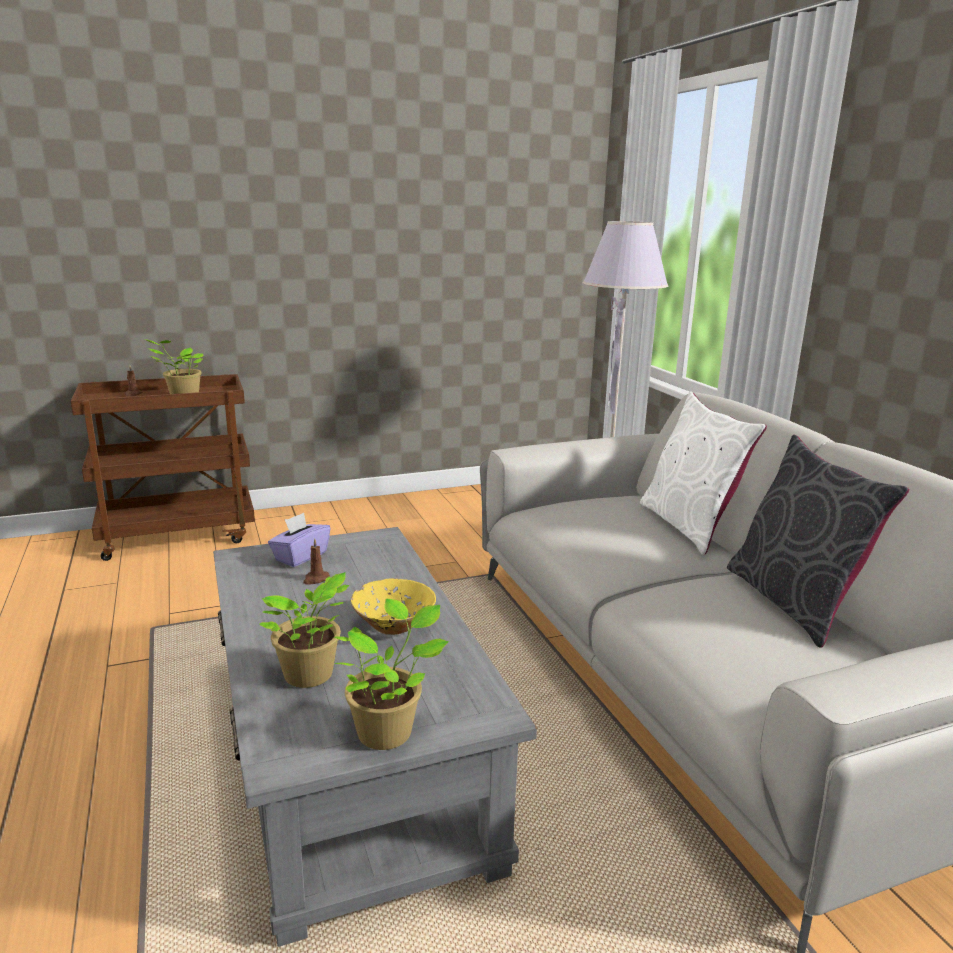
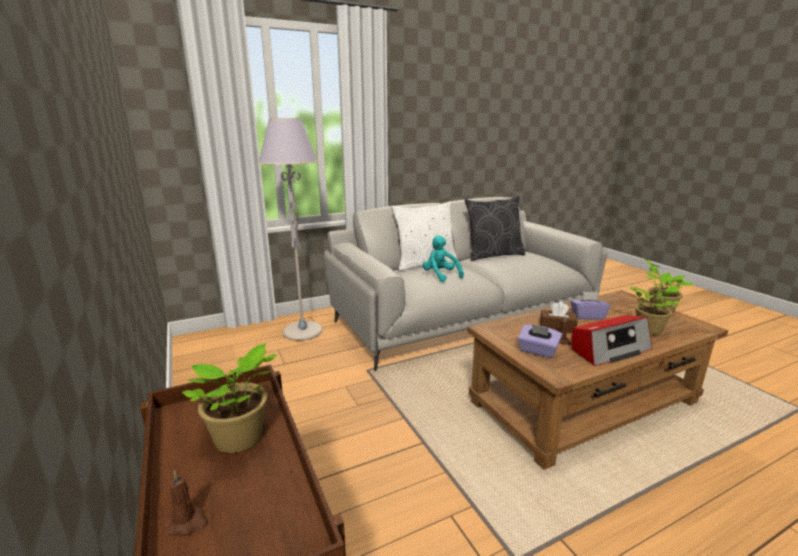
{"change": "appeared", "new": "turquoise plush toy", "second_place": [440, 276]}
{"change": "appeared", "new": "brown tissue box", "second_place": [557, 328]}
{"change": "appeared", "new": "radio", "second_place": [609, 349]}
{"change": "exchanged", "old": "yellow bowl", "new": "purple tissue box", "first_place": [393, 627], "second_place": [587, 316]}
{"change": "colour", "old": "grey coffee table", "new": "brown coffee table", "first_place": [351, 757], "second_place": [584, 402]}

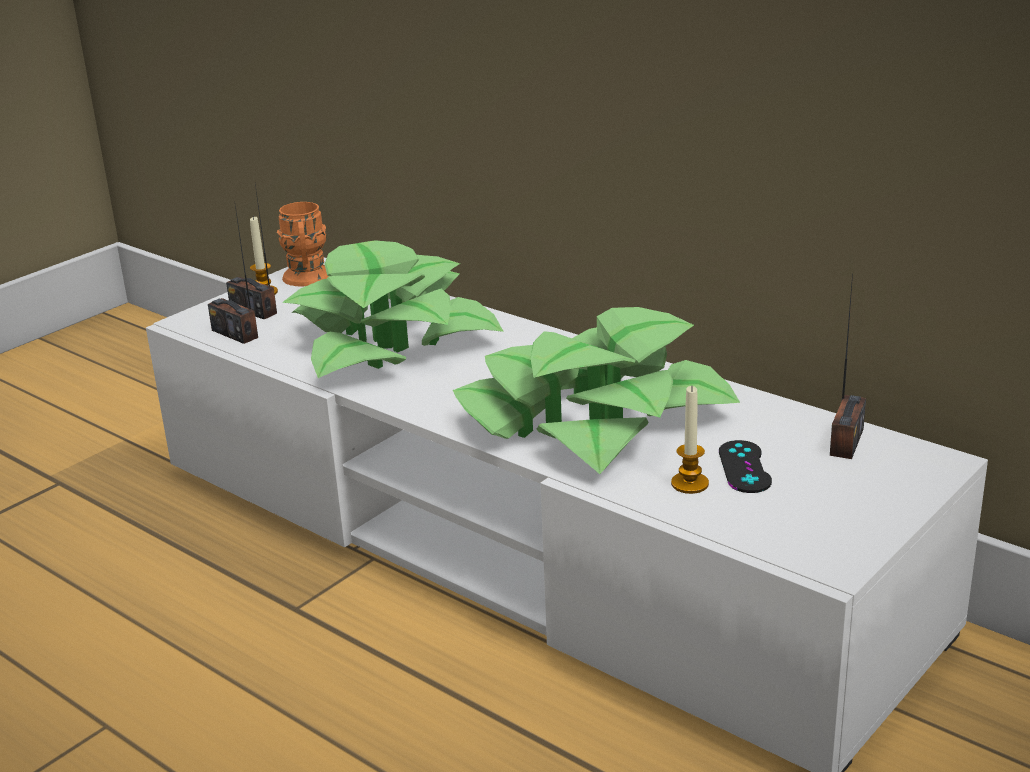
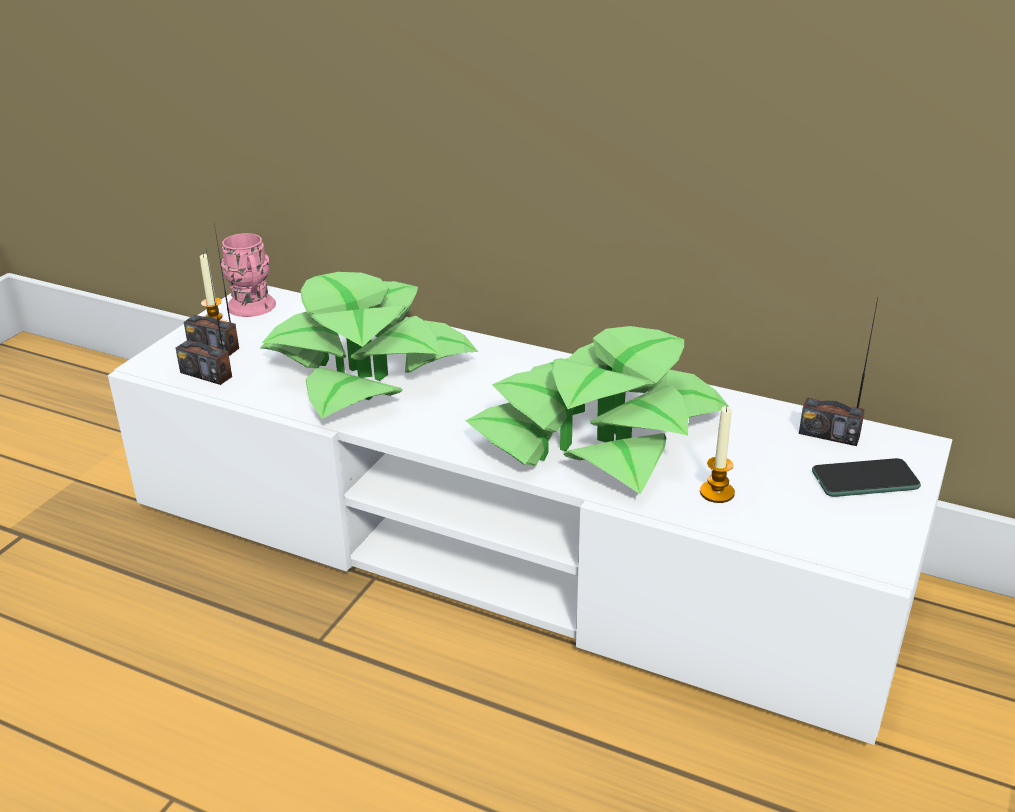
{"change": "missing", "old": "black game controller", "first_place": [744, 467]}
{"change": "appeared", "new": "phone", "second_place": [865, 480]}
{"change": "colour", "old": "orange mug", "new": "pink mug", "first_place": [307, 280], "second_place": [253, 309]}
{"change": "spun", "old": "radio", "first_place": [846, 442], "second_place": [829, 434], "degrees": 105}

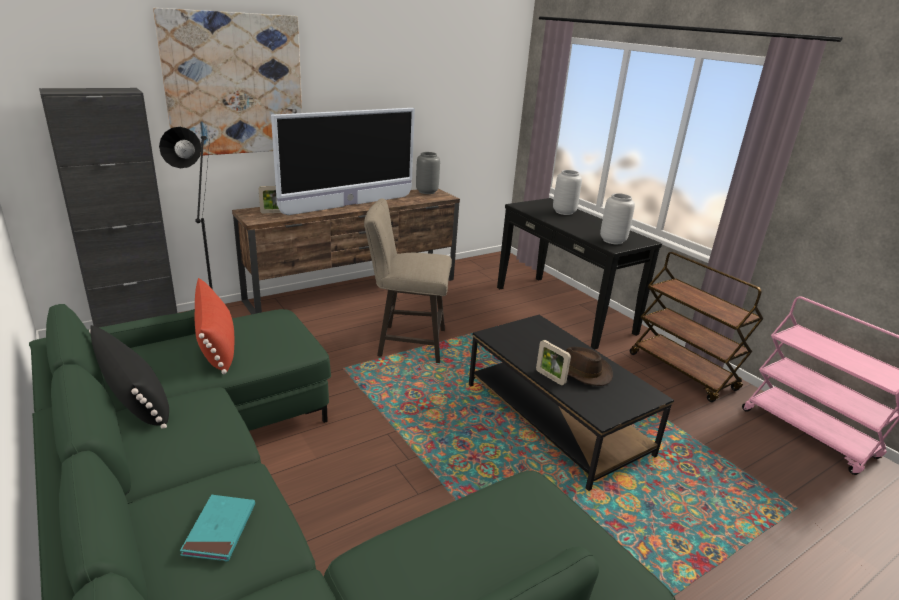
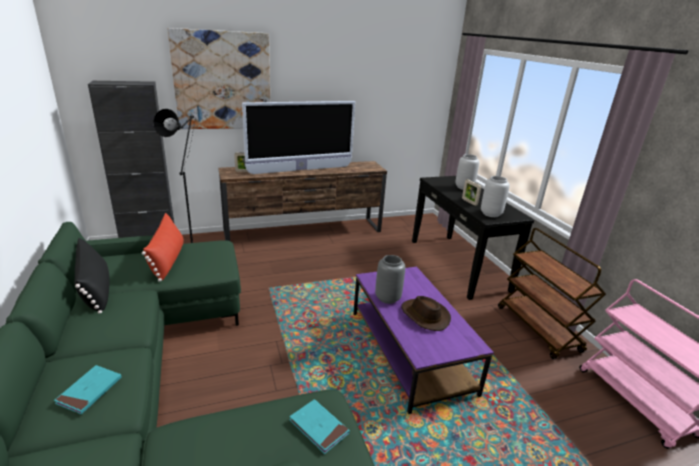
{"change": "missing", "old": "beige stool", "first_place": [406, 342]}
{"change": "appeared", "new": "turquoise book", "second_place": [319, 427]}
{"change": "relocated", "old": "grey vase", "first_place": [427, 192], "second_place": [388, 298]}
{"change": "relocated", "old": "picture frame", "first_place": [550, 377], "second_place": [469, 202]}
{"change": "colour", "old": "black coffee table", "new": "purple coffee table", "first_place": [555, 419], "second_place": [409, 351]}

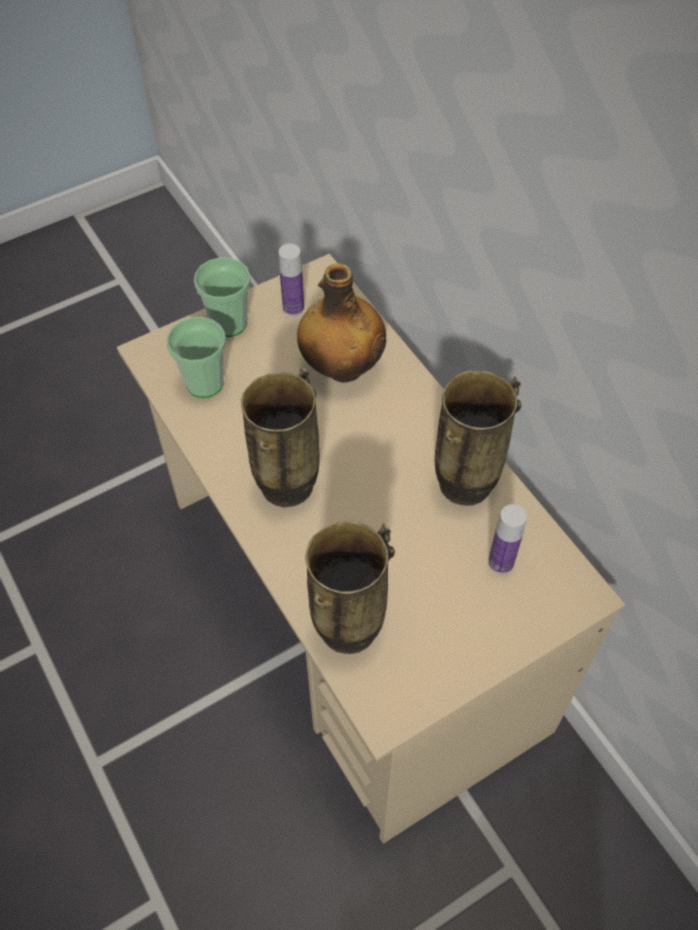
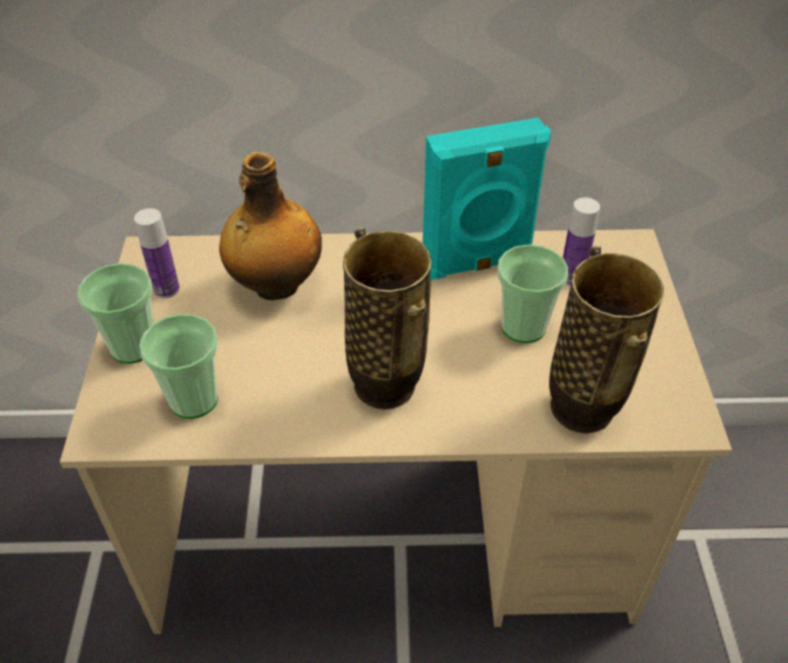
{"change": "appeared", "new": "cup", "second_place": [523, 327]}
{"change": "exchanged", "old": "vase", "new": "turquoise speaker", "first_place": [465, 485], "second_place": [477, 264]}

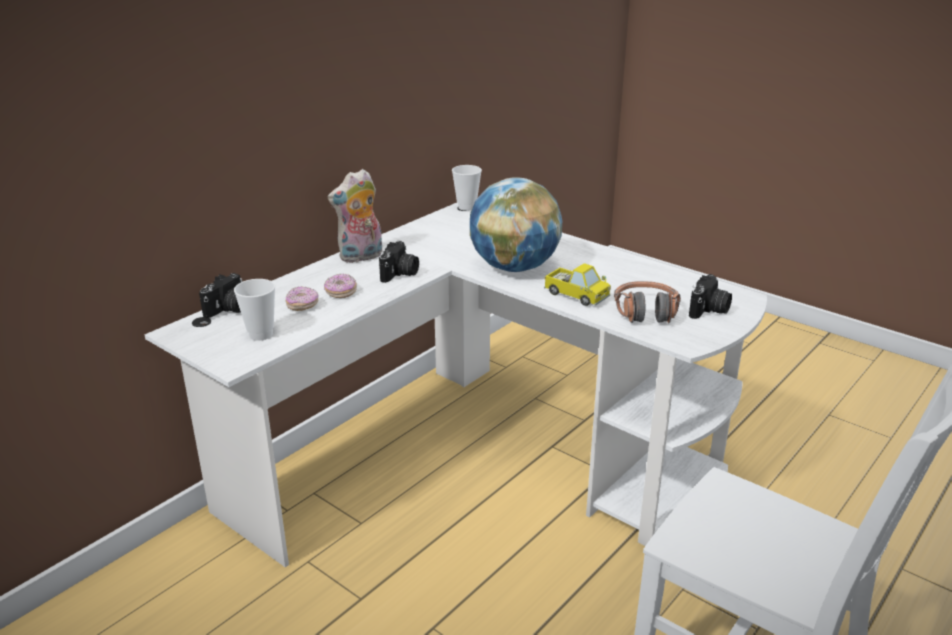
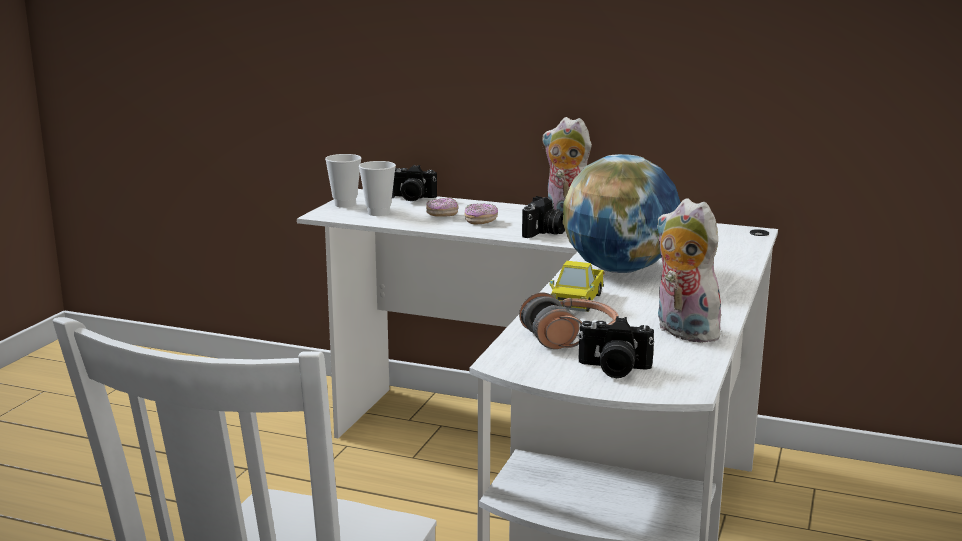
{"change": "appeared", "new": "plush toy", "second_place": [682, 332]}
{"change": "relocated", "old": "cup", "first_place": [466, 207], "second_place": [345, 204]}
{"change": "spun", "old": "photo camera", "first_place": [400, 274], "second_place": [545, 233], "degrees": -60}

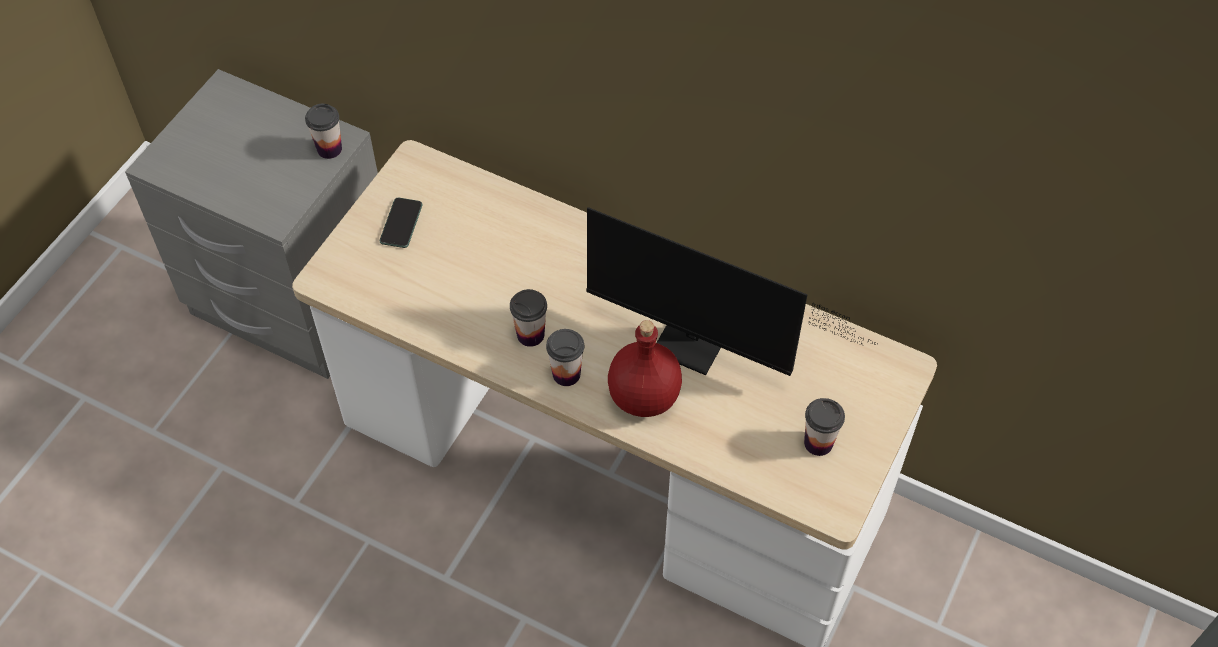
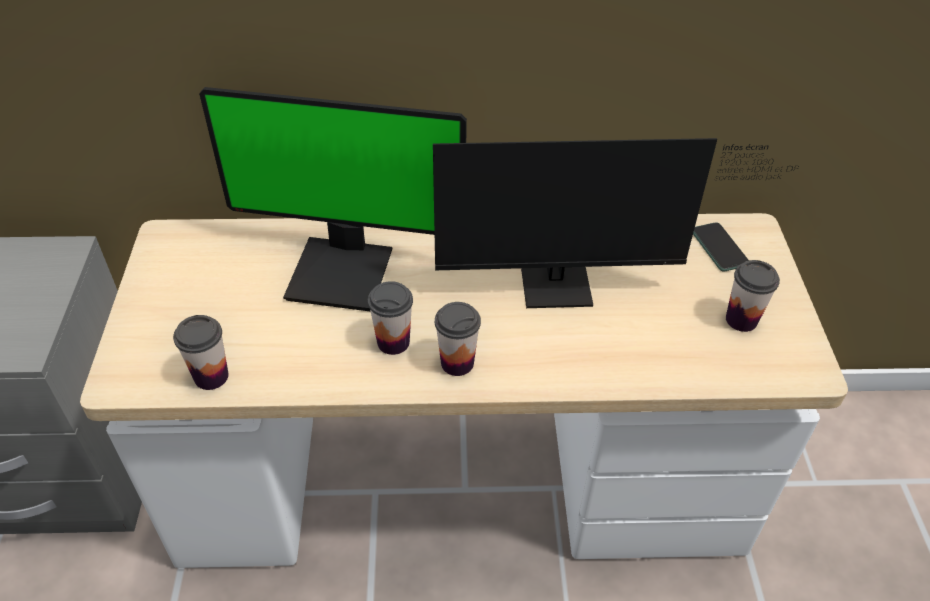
{"change": "missing", "old": "red bottle", "first_place": [644, 396]}
{"change": "appeared", "new": "monitor", "second_place": [343, 271]}
{"change": "relocated", "old": "cup", "first_place": [329, 149], "second_place": [211, 376]}
{"change": "relocated", "old": "phone", "first_place": [401, 223], "second_place": [719, 248]}

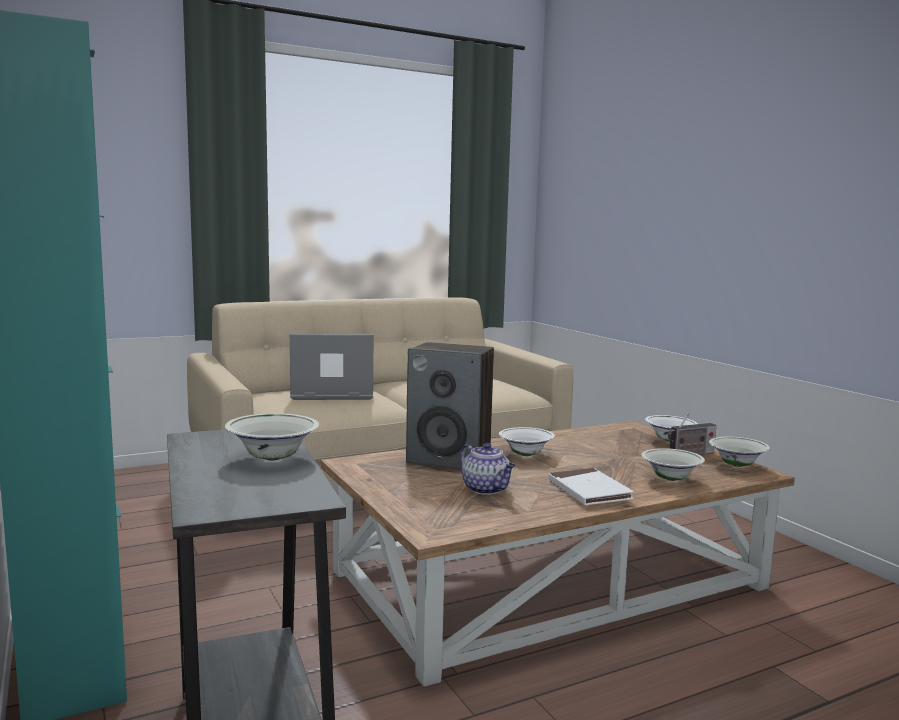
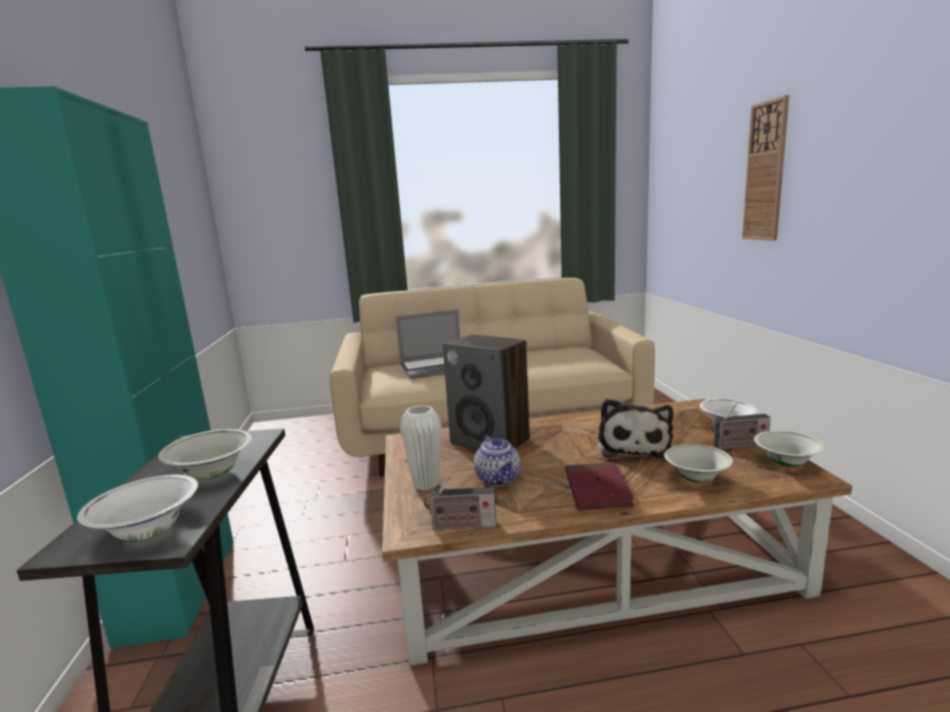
{"change": "appeared", "new": "white vase", "second_place": [426, 484]}
{"change": "appeared", "new": "radio", "second_place": [461, 526]}
{"change": "appeared", "new": "plush toy", "second_place": [633, 446]}
{"change": "appeared", "new": "wall clock", "second_place": [765, 172]}
{"change": "relocated", "old": "white bowl", "first_place": [525, 455], "second_place": [149, 534]}
{"change": "colour", "old": "white book", "new": "red book", "first_place": [589, 491], "second_place": [597, 490]}
{"change": "spun", "old": "laptop", "first_place": [331, 393], "second_place": [437, 367], "degrees": 150}

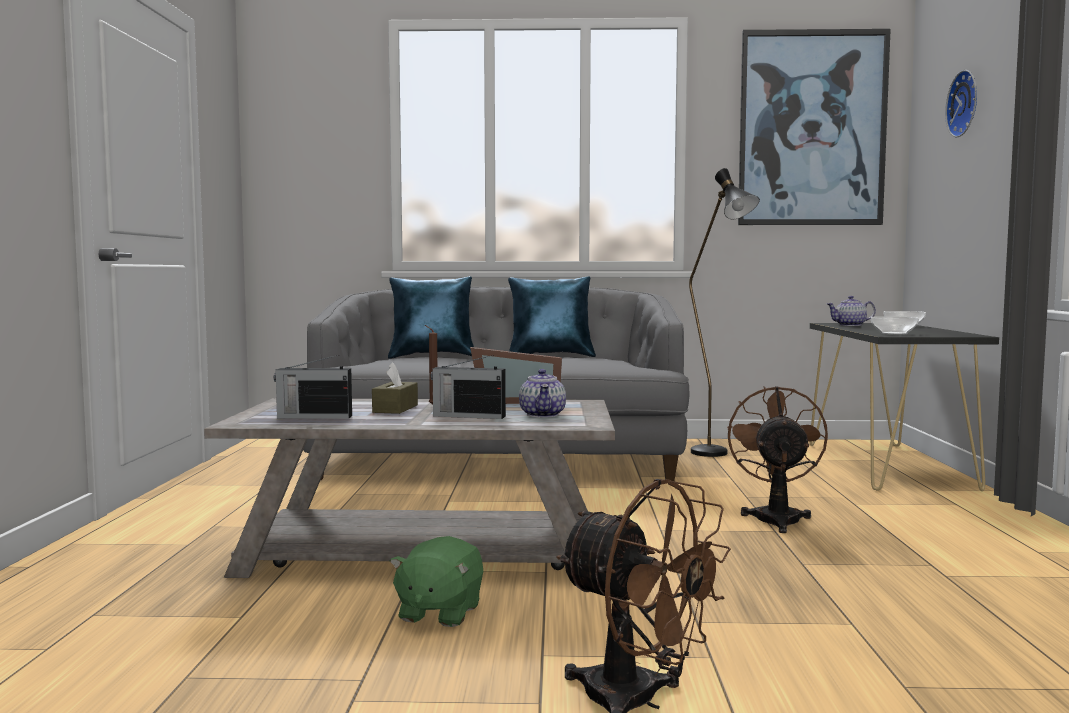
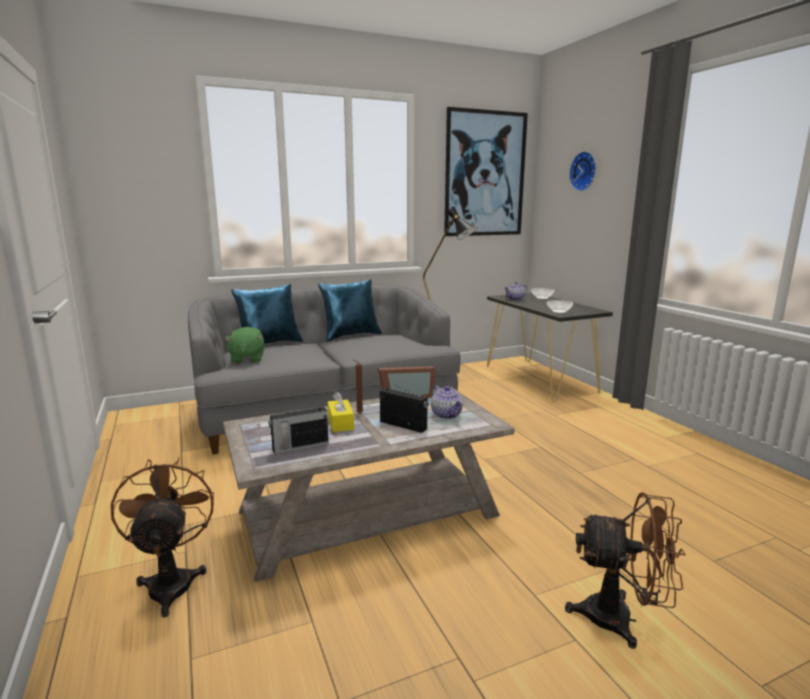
{"change": "relocated", "old": "green plush toy", "first_place": [439, 612], "second_place": [247, 359]}
{"change": "relocated", "old": "brown fan", "first_place": [776, 517], "second_place": [171, 581]}
{"change": "colour", "old": "brown tissue box", "new": "yellow tissue box", "first_place": [395, 408], "second_place": [340, 423]}
{"change": "spun", "old": "radio", "first_place": [467, 416], "second_place": [404, 425], "degrees": -135}

